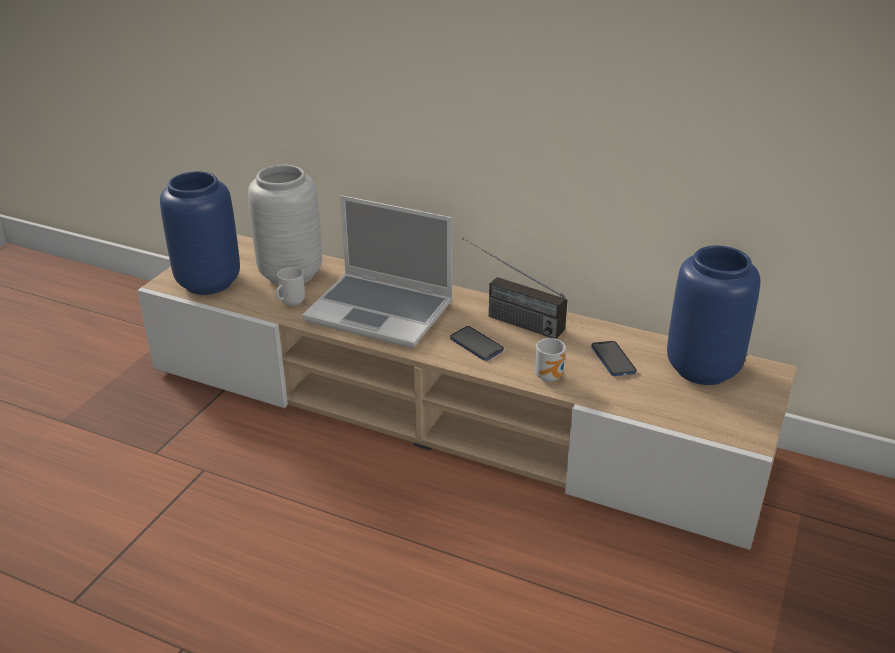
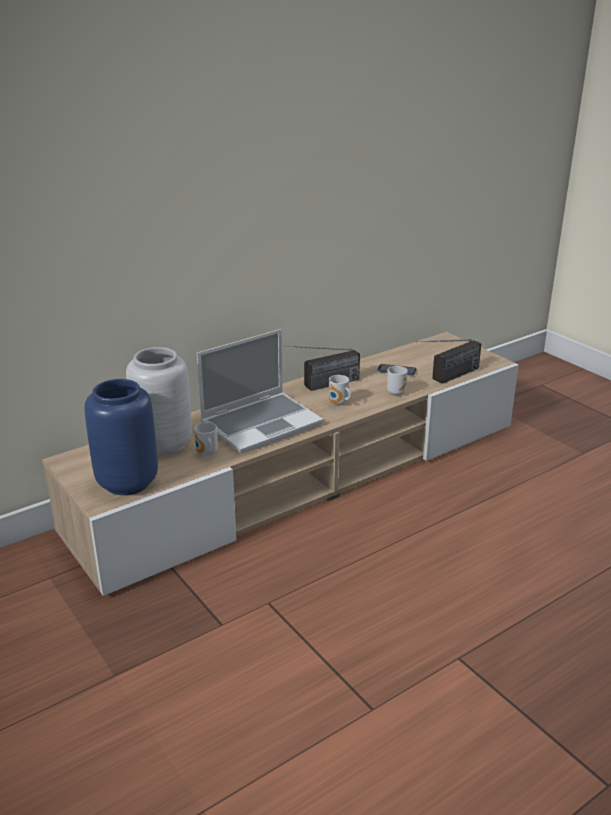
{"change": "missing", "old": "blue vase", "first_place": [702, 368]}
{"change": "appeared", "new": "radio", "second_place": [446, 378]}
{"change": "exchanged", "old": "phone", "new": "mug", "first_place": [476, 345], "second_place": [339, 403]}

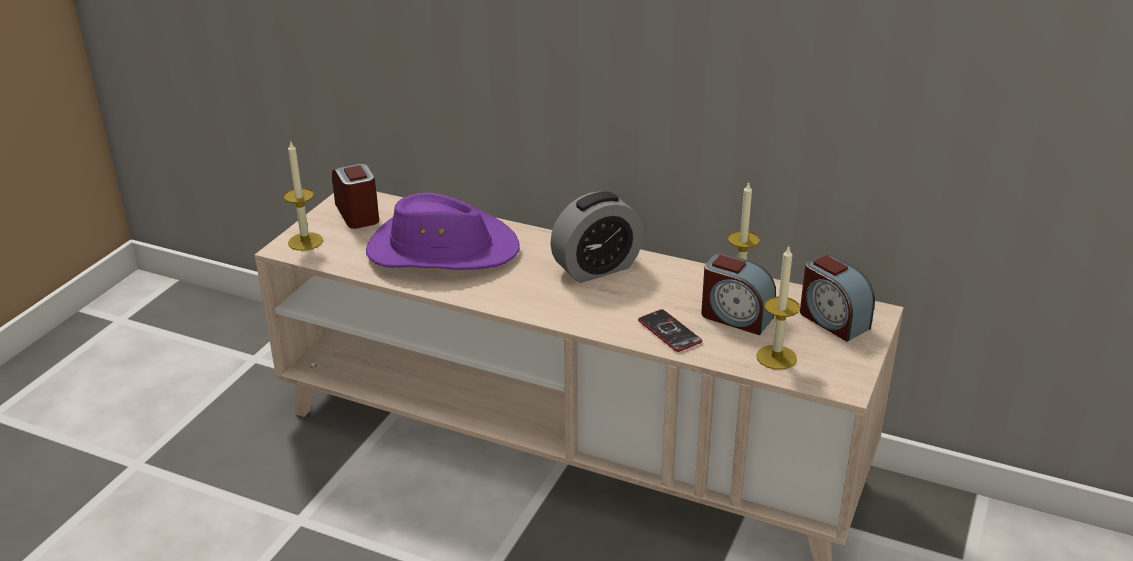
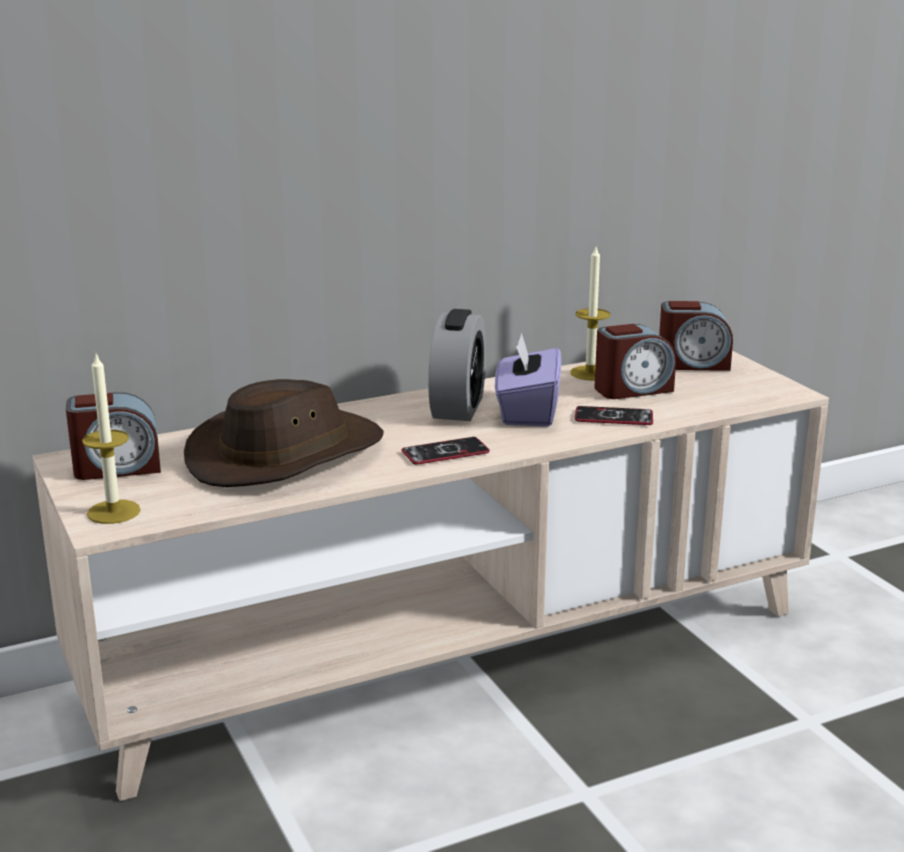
{"change": "missing", "old": "candle", "first_place": [776, 357]}
{"change": "appeared", "new": "phone", "second_place": [445, 452]}
{"change": "appeared", "new": "purple tissue box", "second_place": [527, 412]}
{"change": "colour", "old": "purple hat", "new": "brown hat", "first_place": [442, 250], "second_place": [285, 454]}
{"change": "spun", "old": "alarm clock", "first_place": [358, 213], "second_place": [117, 468], "degrees": 150}

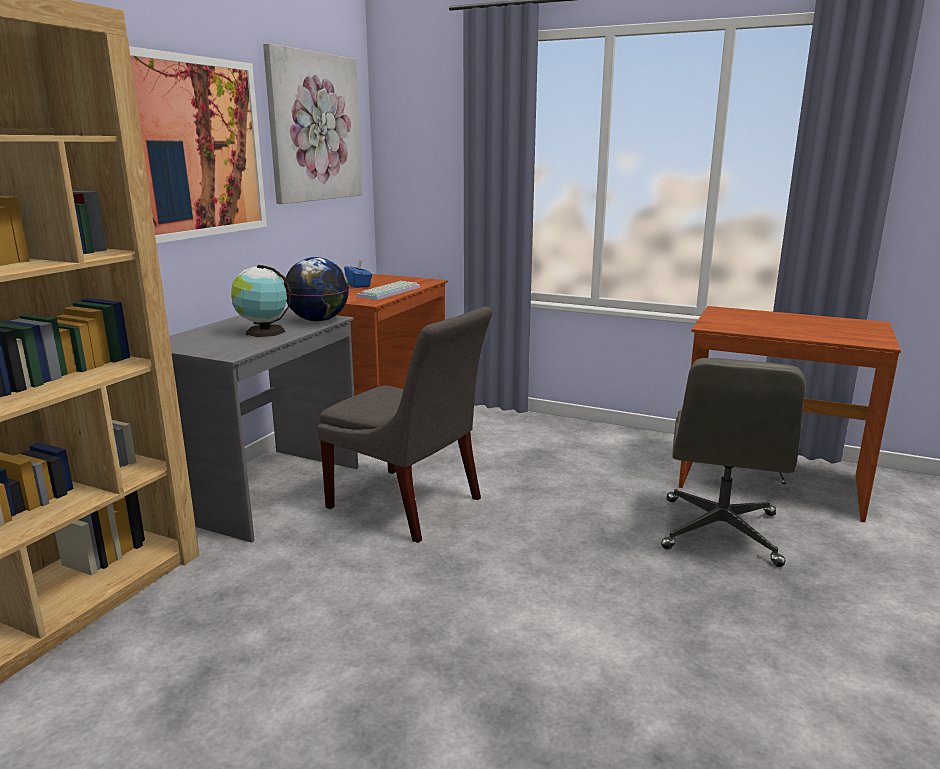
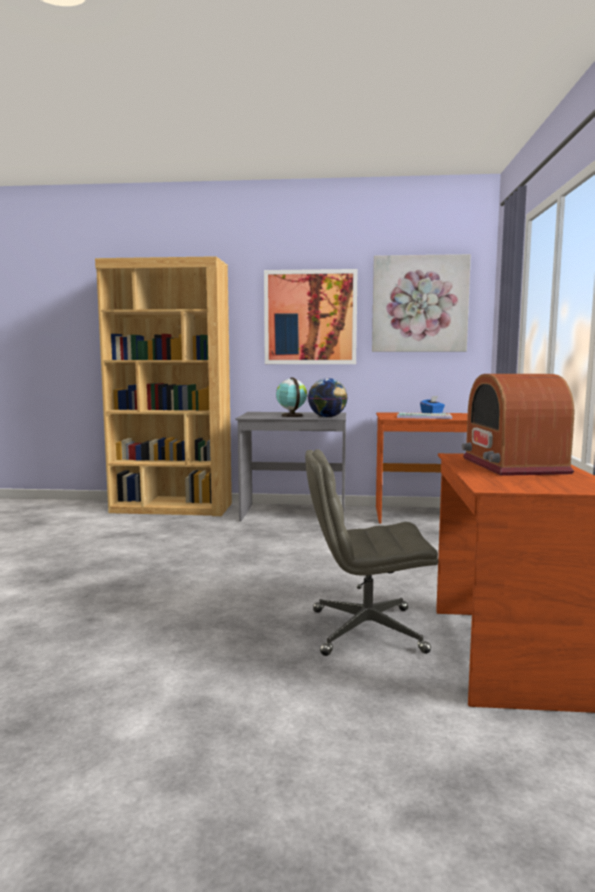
{"change": "missing", "old": "grey chair", "first_place": [409, 505]}
{"change": "appeared", "new": "radio", "second_place": [513, 465]}

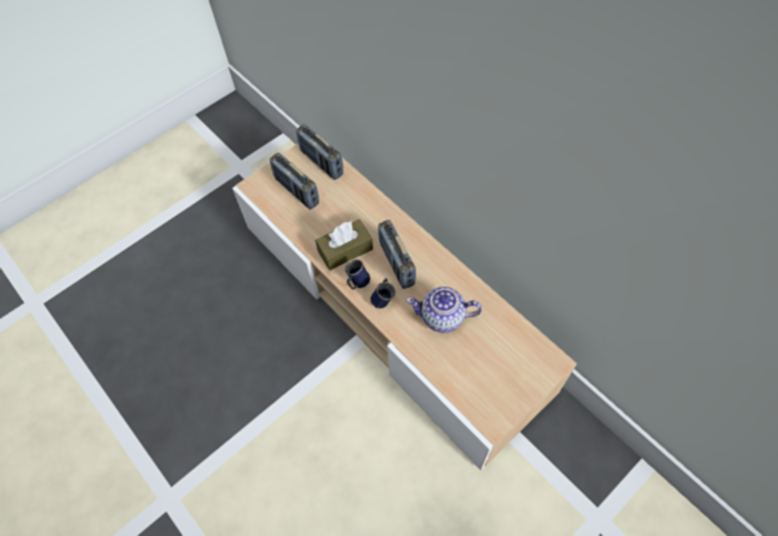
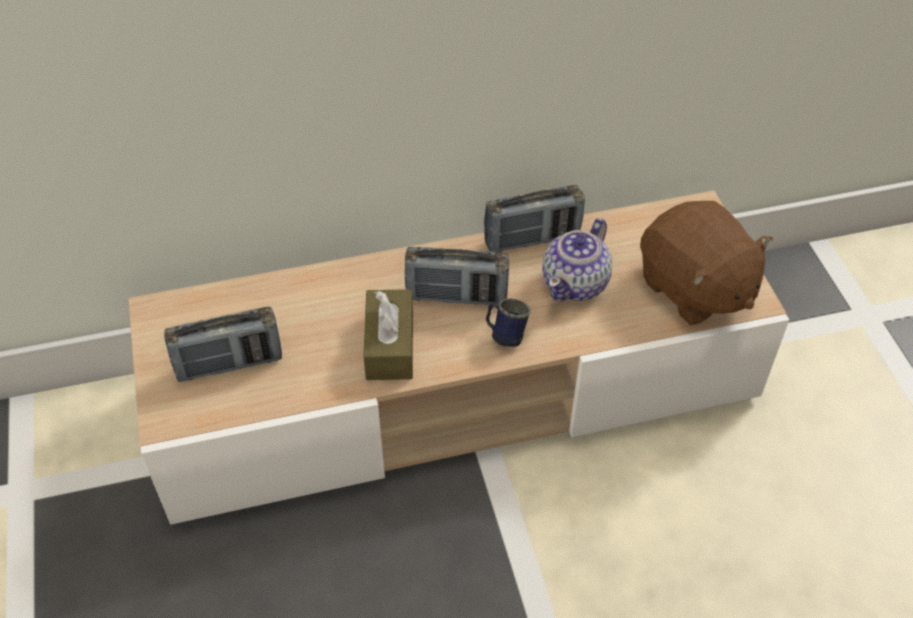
{"change": "missing", "old": "blue mug", "first_place": [357, 283]}
{"change": "appeared", "new": "brown plush toy", "second_place": [694, 289]}
{"change": "relocated", "old": "radio", "first_place": [321, 163], "second_place": [532, 239]}

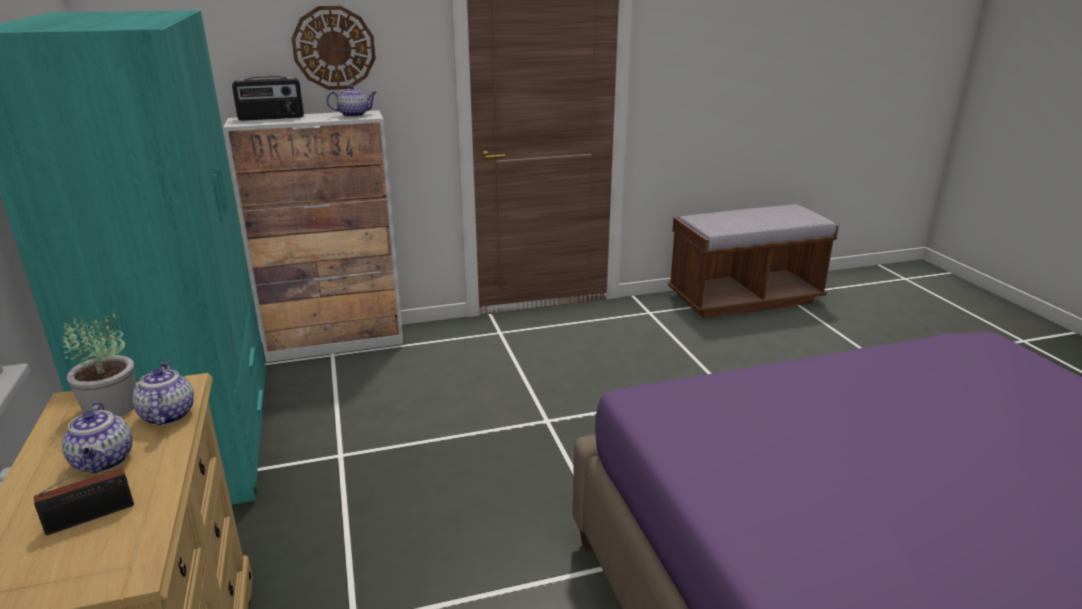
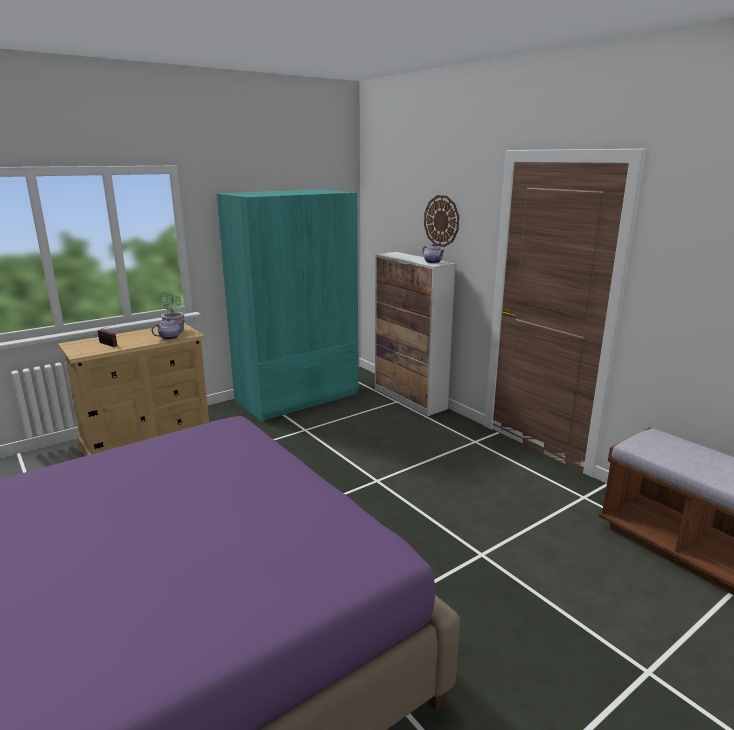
{"change": "missing", "old": "teapot", "first_place": [104, 462]}
{"change": "missing", "old": "radio", "first_place": [271, 118]}

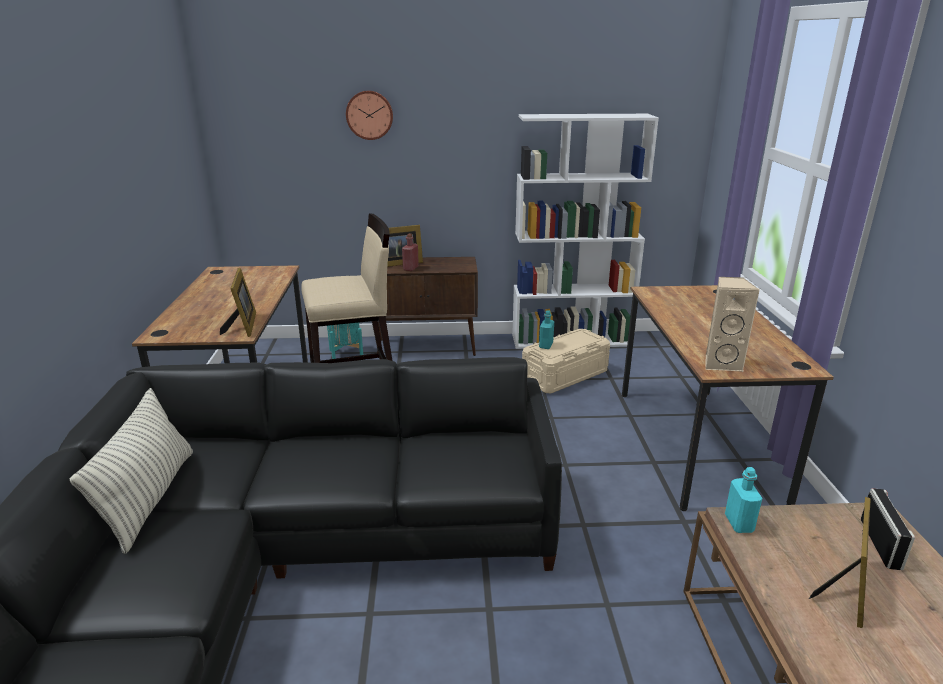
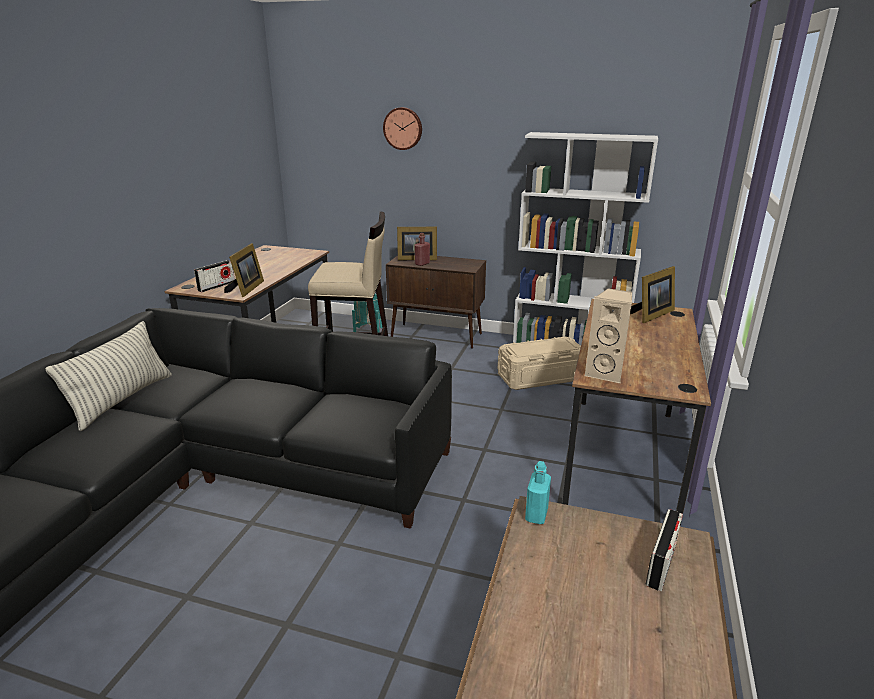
{"change": "missing", "old": "turquoise bottle", "first_place": [546, 345]}
{"change": "appeared", "new": "radio", "second_place": [216, 286]}
{"change": "relocated", "old": "picture frame", "first_place": [846, 590], "second_place": [651, 315]}

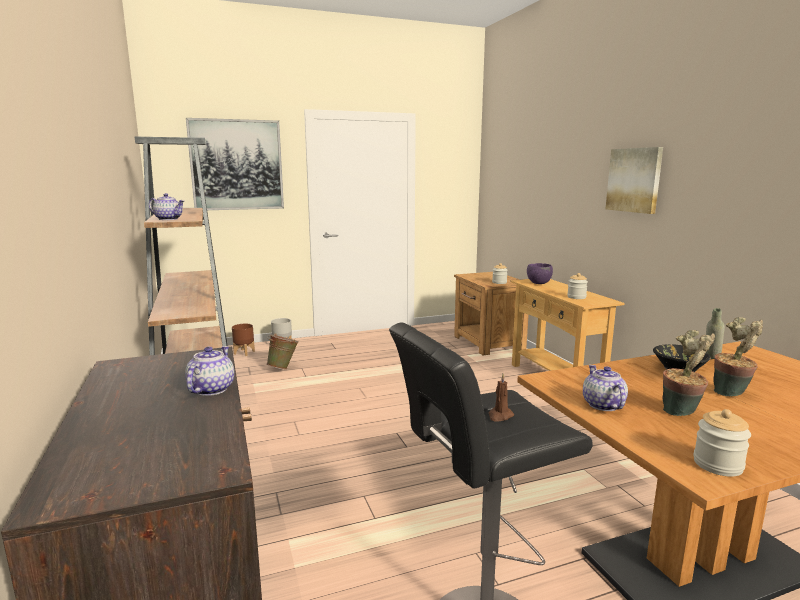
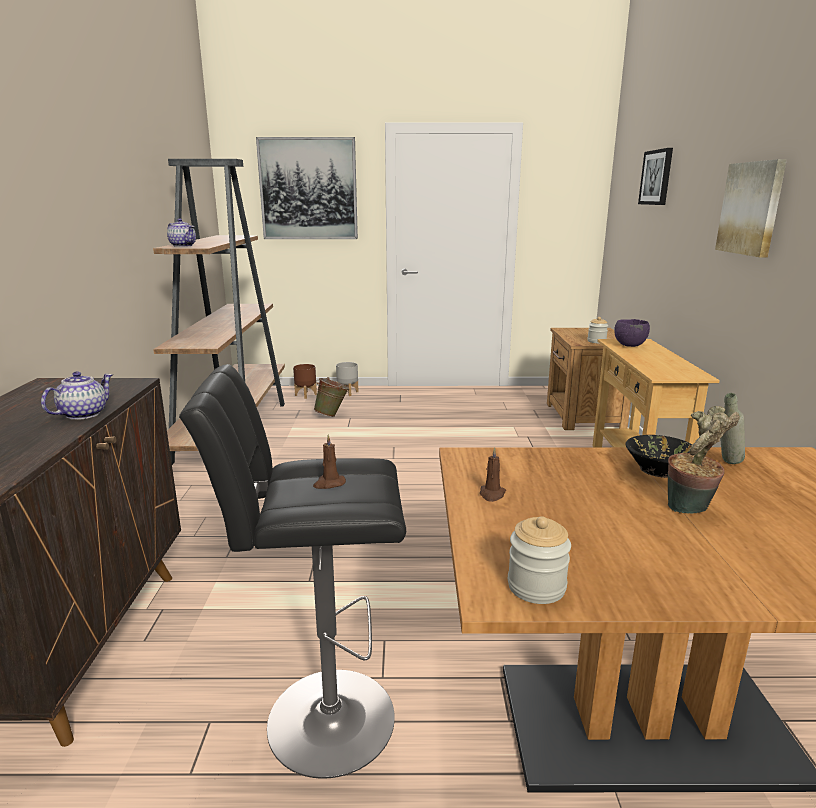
{"change": "missing", "old": "jar", "first_place": [576, 297]}
{"change": "missing", "old": "potted plant", "first_place": [682, 412]}
{"change": "appeared", "new": "picture", "second_place": [656, 177]}
{"change": "exchanged", "old": "teapot", "new": "brown candle", "first_place": [602, 405], "second_place": [492, 494]}

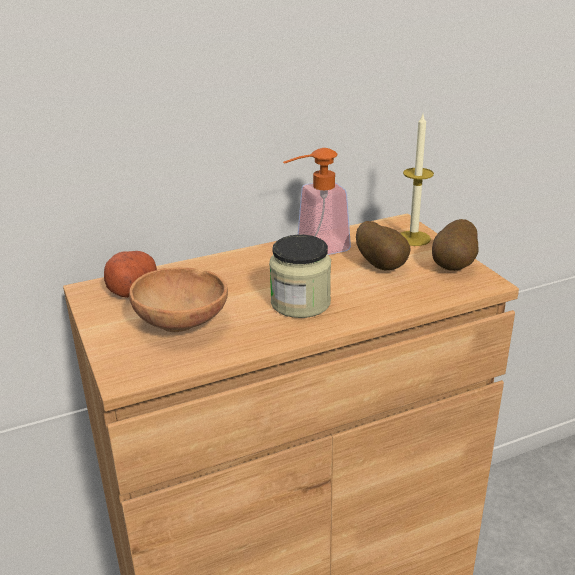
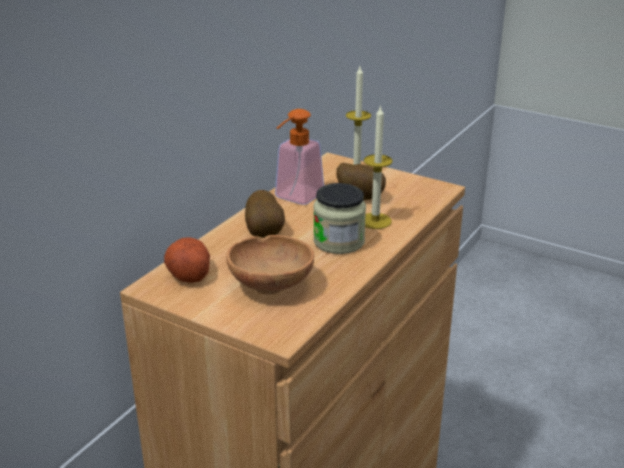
{"change": "appeared", "new": "candle", "second_place": [375, 221]}
{"change": "relocated", "old": "potato", "first_place": [454, 266], "second_place": [265, 233]}

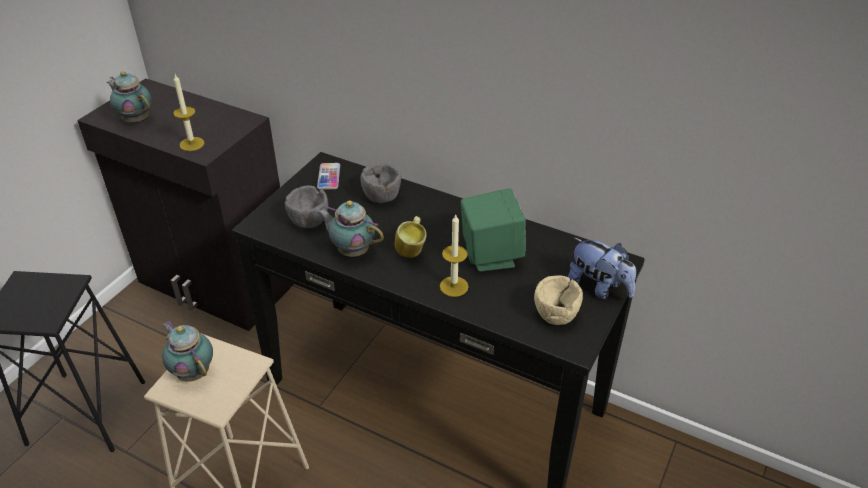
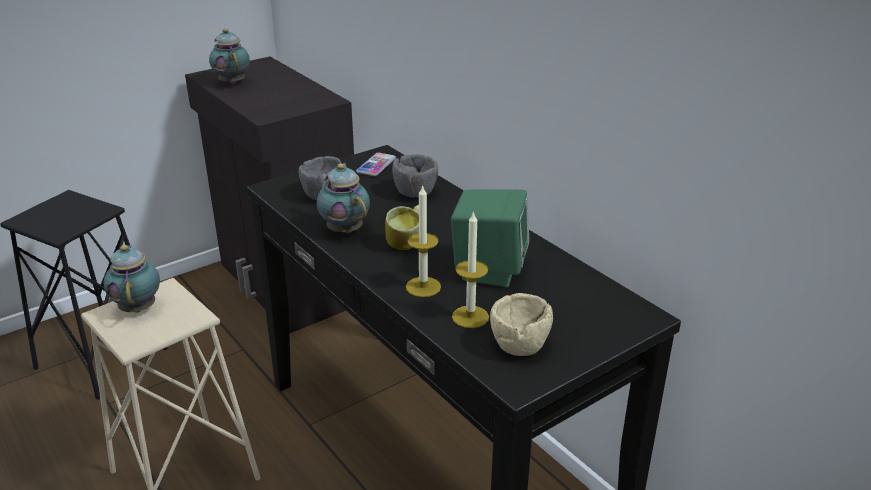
{"change": "missing", "old": "plush toy", "first_place": [599, 287]}
{"change": "relocated", "old": "candle", "first_place": [192, 144], "second_place": [470, 317]}

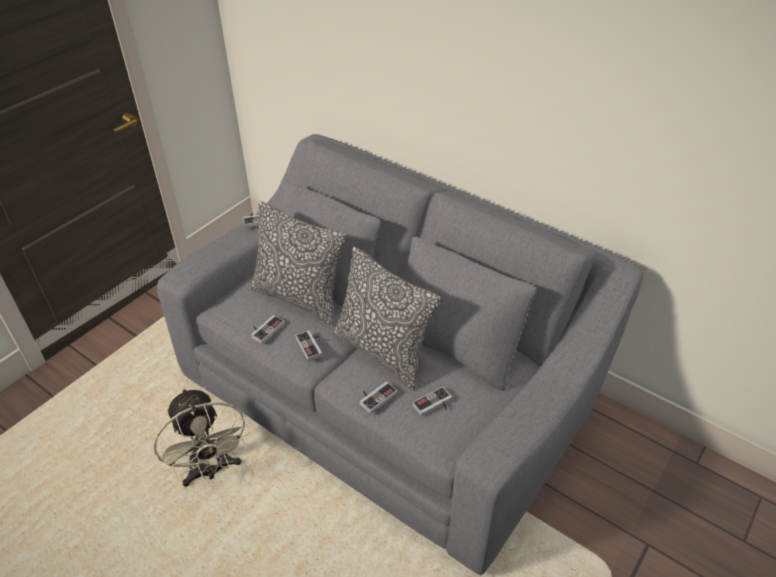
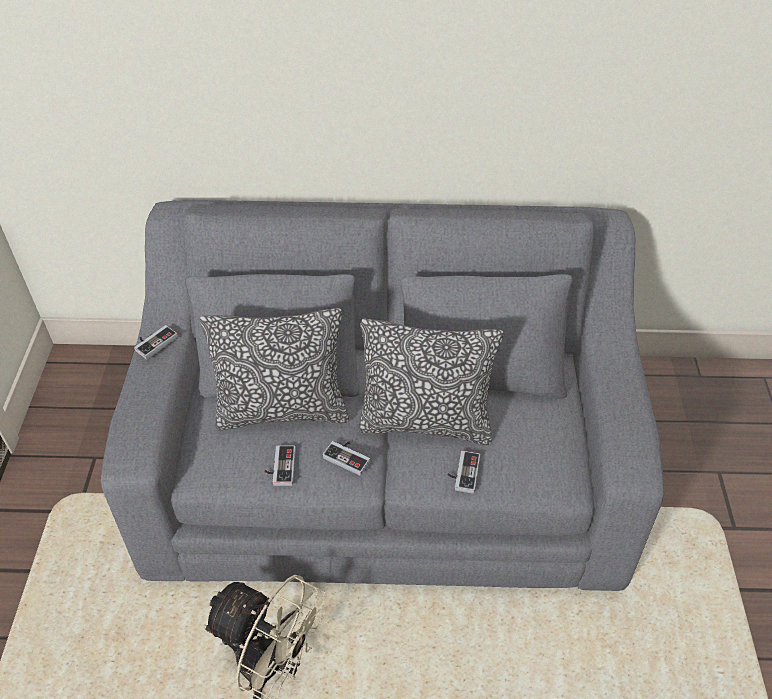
{"change": "missing", "old": "game controller", "first_place": [434, 405]}

